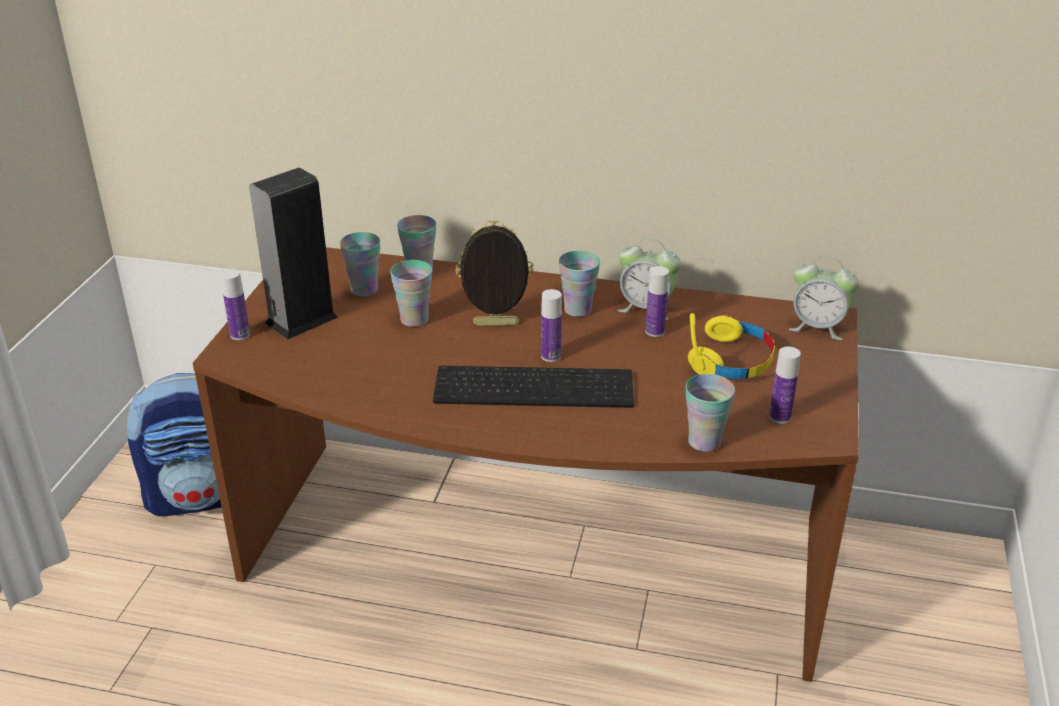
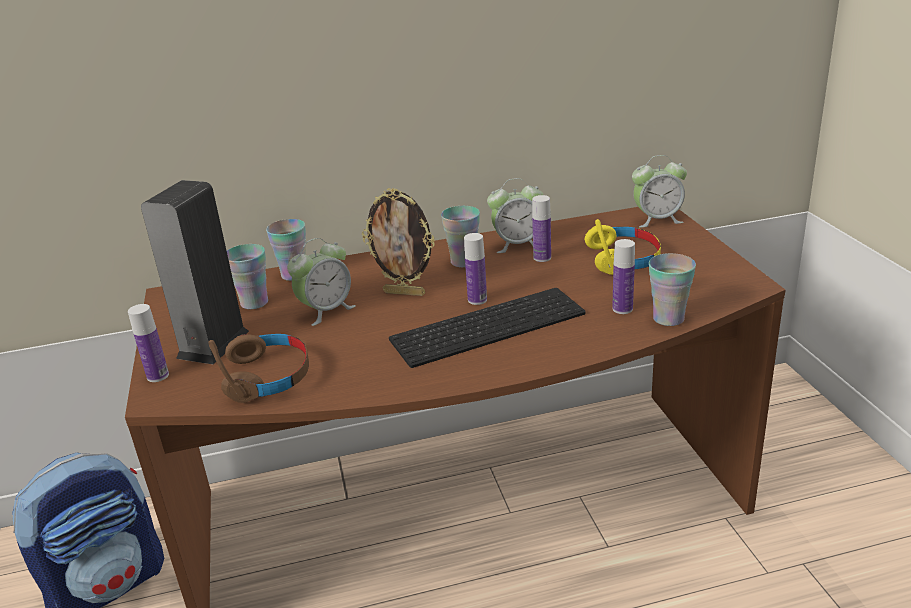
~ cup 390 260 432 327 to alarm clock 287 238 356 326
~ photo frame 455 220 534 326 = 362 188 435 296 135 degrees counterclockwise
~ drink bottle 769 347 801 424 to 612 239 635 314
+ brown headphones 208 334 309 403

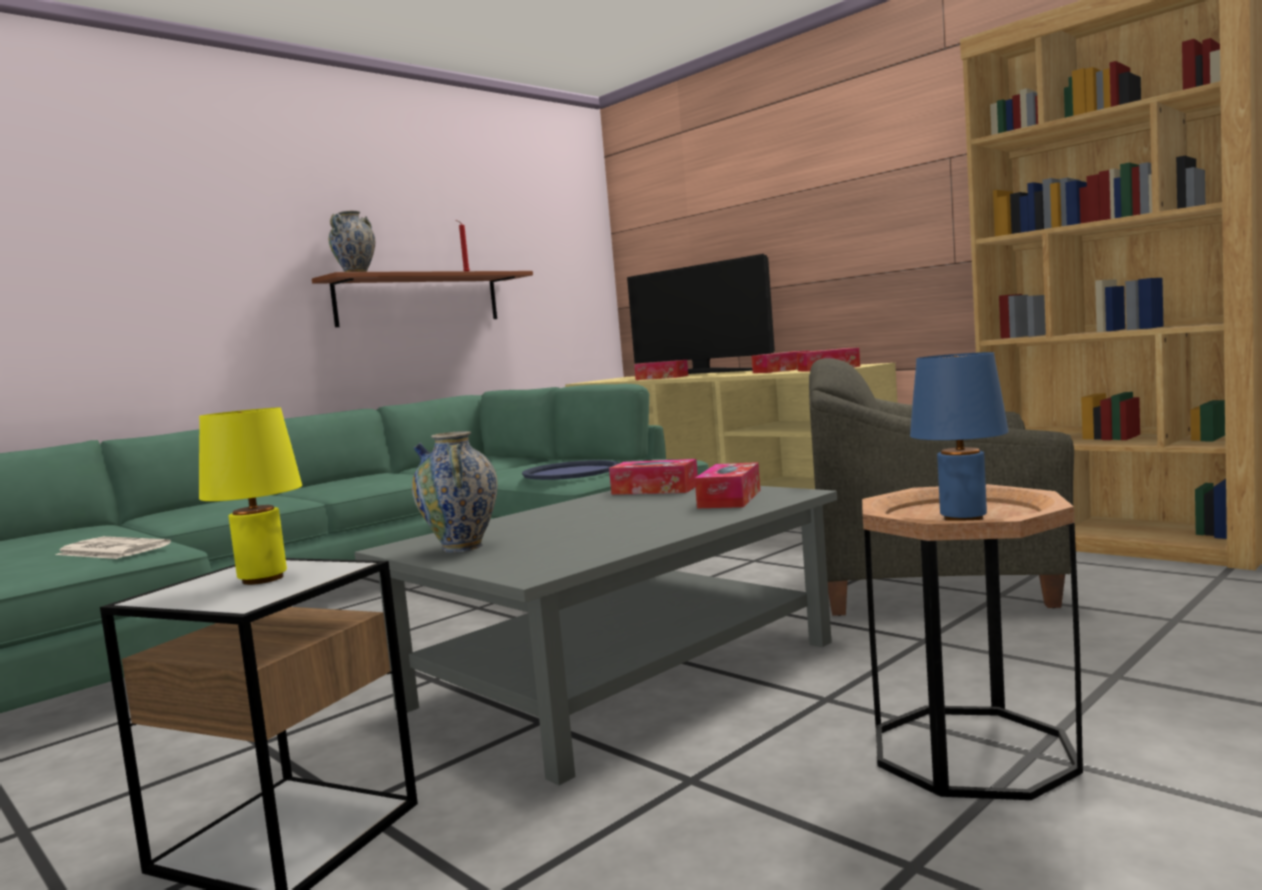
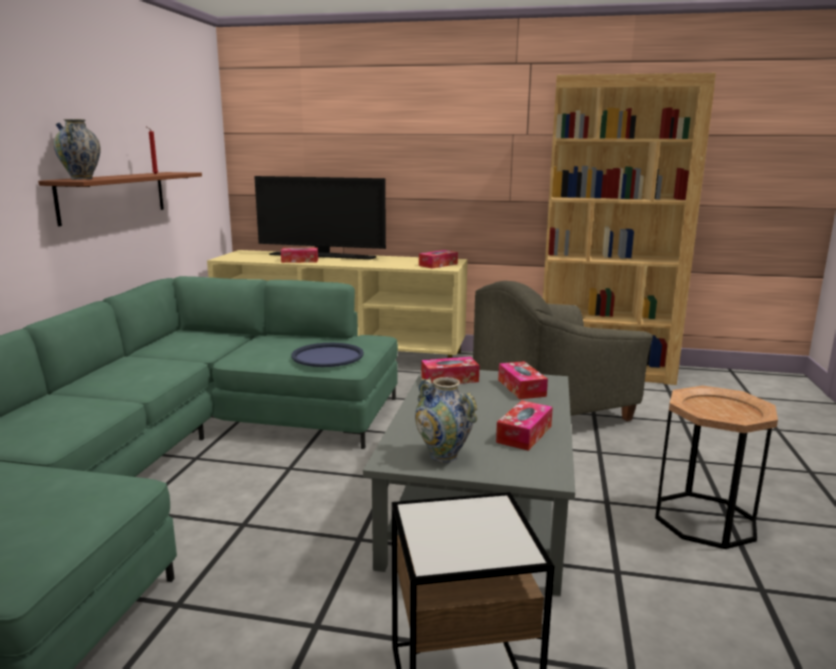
- newspaper 56 536 171 559
- yellowish table lamp 199 408 302 585
~ tissue box 752 350 810 373 to 496 400 553 451
- bluish table lamp 910 352 1009 521

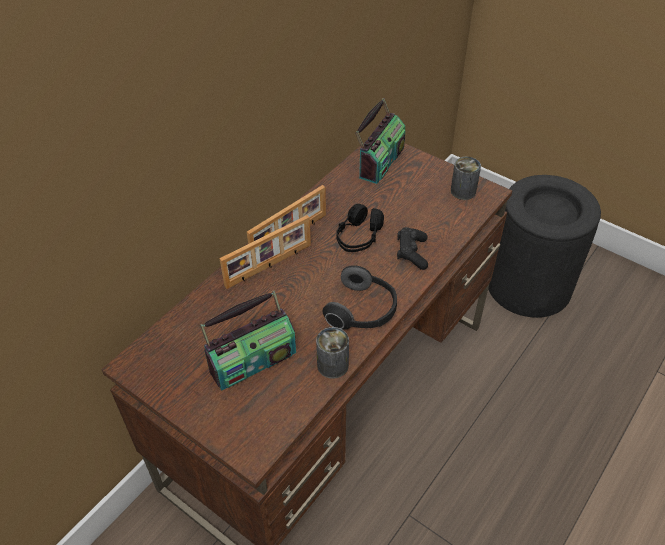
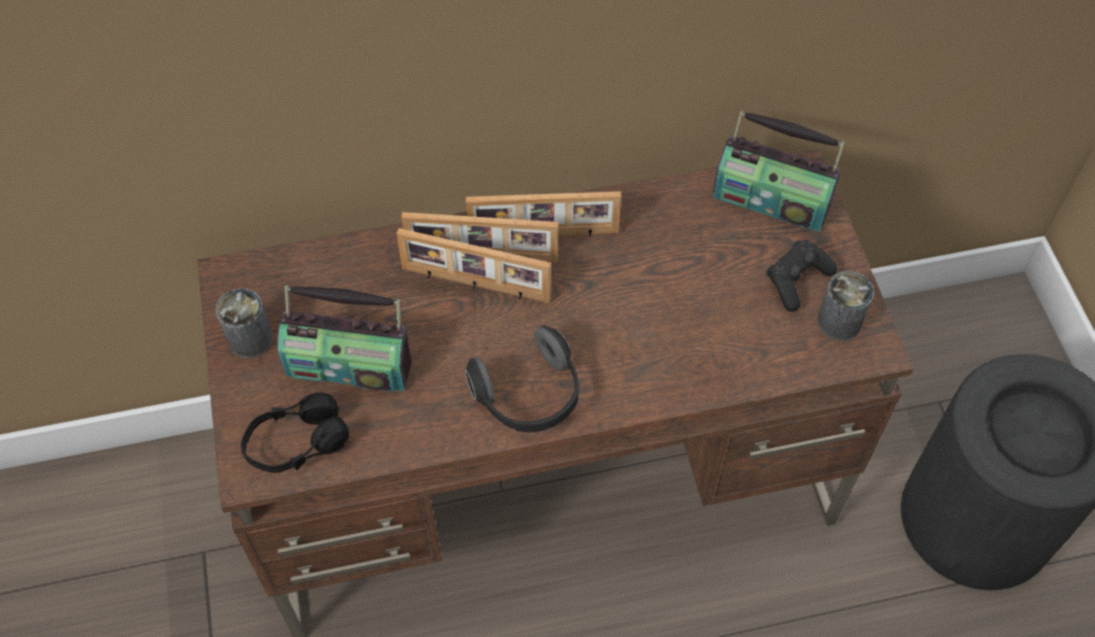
~ metal can 316 327 349 379 to 216 288 273 358
~ black-coloured headphones 337 204 384 252 to 241 392 349 473
~ radio receiver 355 98 405 184 = 713 110 845 231 45 degrees clockwise
~ black-coloured joypad 397 227 428 270 to 766 240 837 312
+ photo frame 396 228 551 303

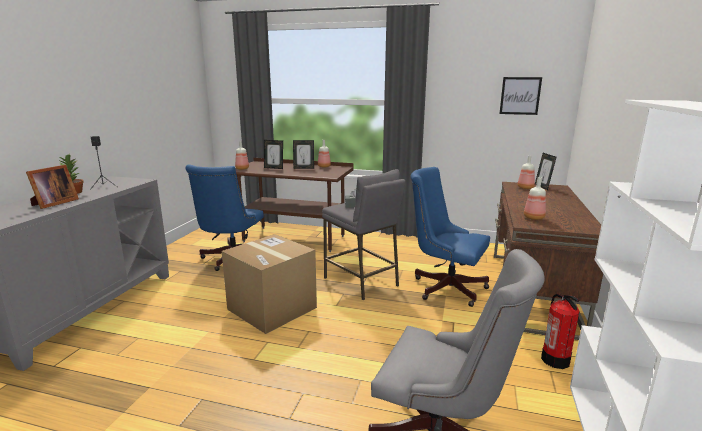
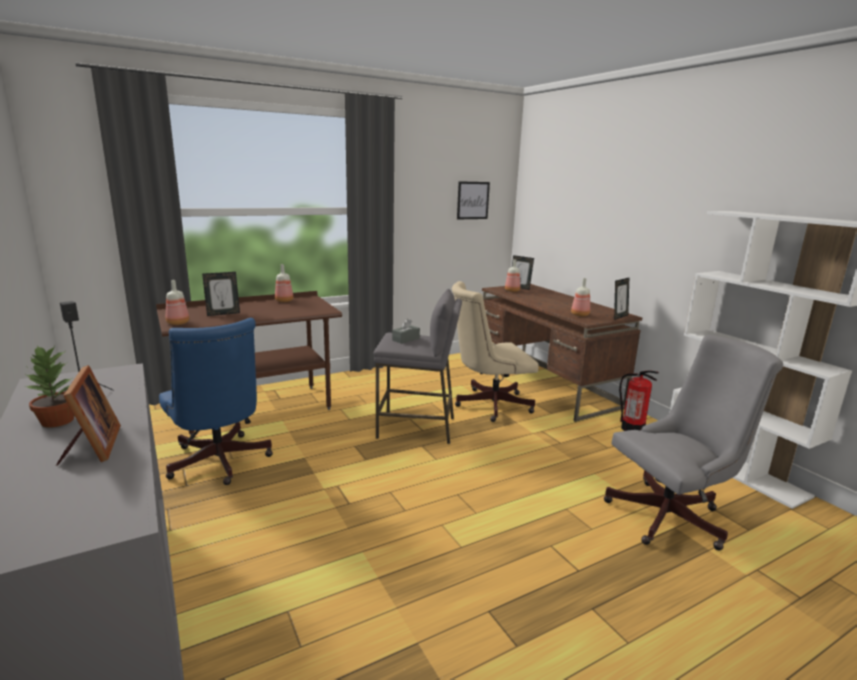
- packing box 222 234 317 334
~ photo frame 293 140 314 169 to 614 278 629 320
~ bluish office chair 410 167 490 307 to sand-coloured office chair 452 281 539 422

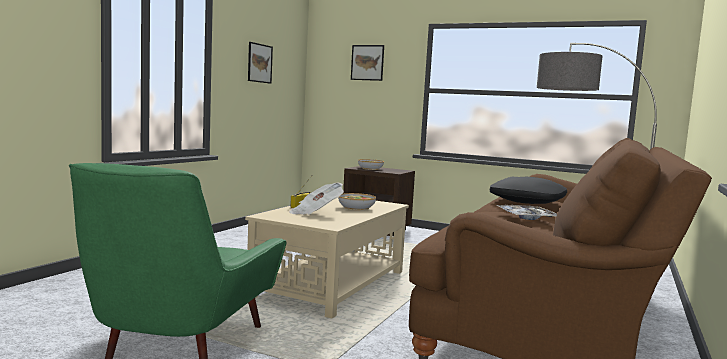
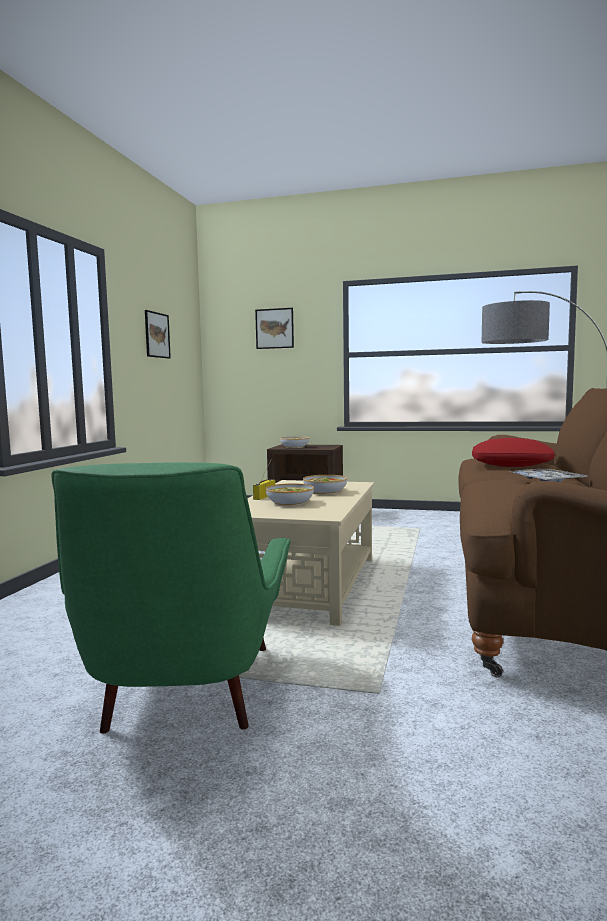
~ newspaper 289 183 344 215 to serving bowl 266 483 314 506
~ black-coloured throw pillow 490 177 567 204 to red throw pillow 472 438 555 467

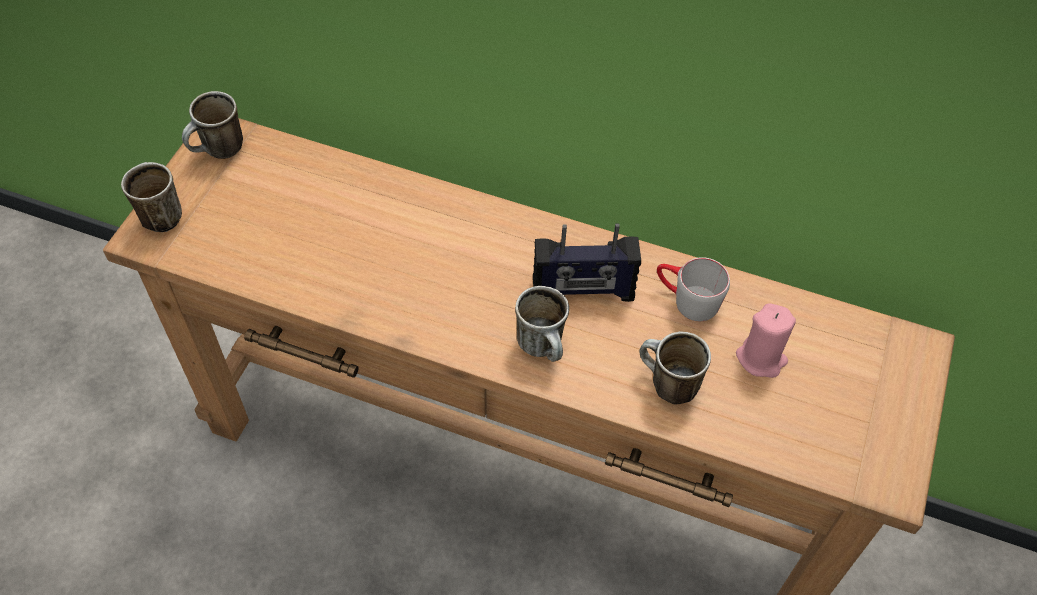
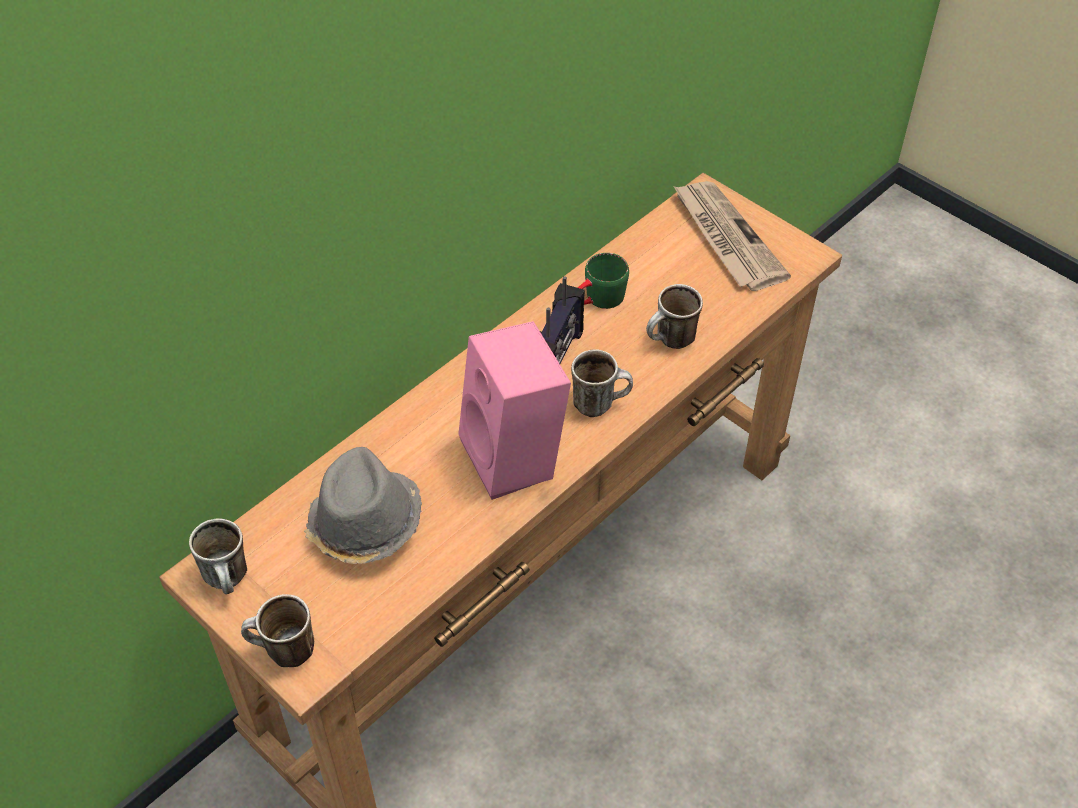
~ gray tea mug 657 257 730 321 to greenish tea mug 578 253 629 309
- pink wax light 736 303 796 378
+ gray wearable hat 304 447 422 564
+ pink loudspeaker 458 321 571 500
+ newspaper 673 181 791 291

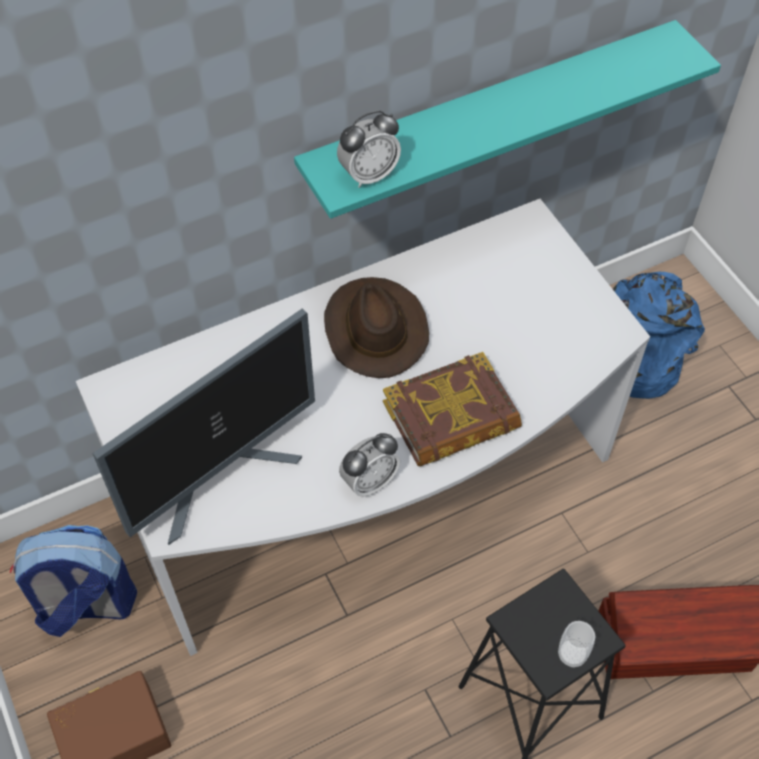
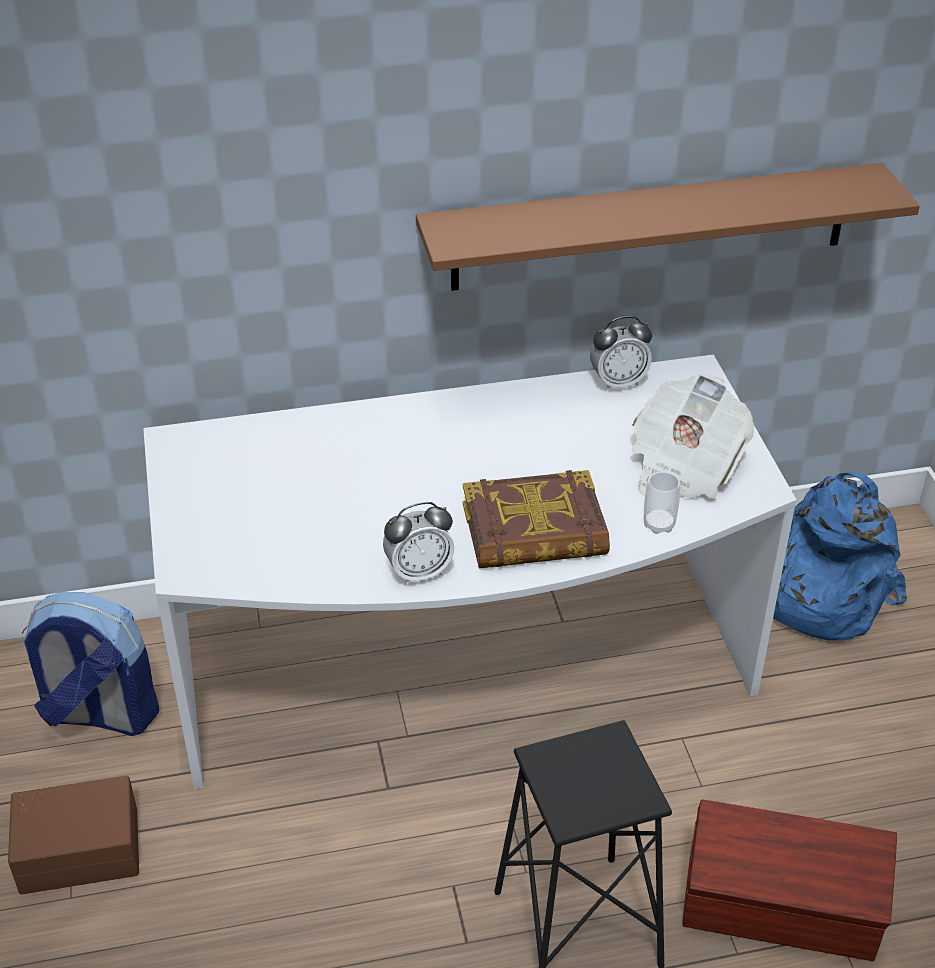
- monitor 93 309 315 545
~ turquoise-coloured bracket shelf 294 20 721 219 to brown bracket shelf 416 163 920 291
- brown wearable hat 324 277 429 378
~ alarm clock 337 111 401 188 to 590 316 652 391
~ cup 558 621 596 668 to 644 471 680 534
+ newspaper 632 374 754 499

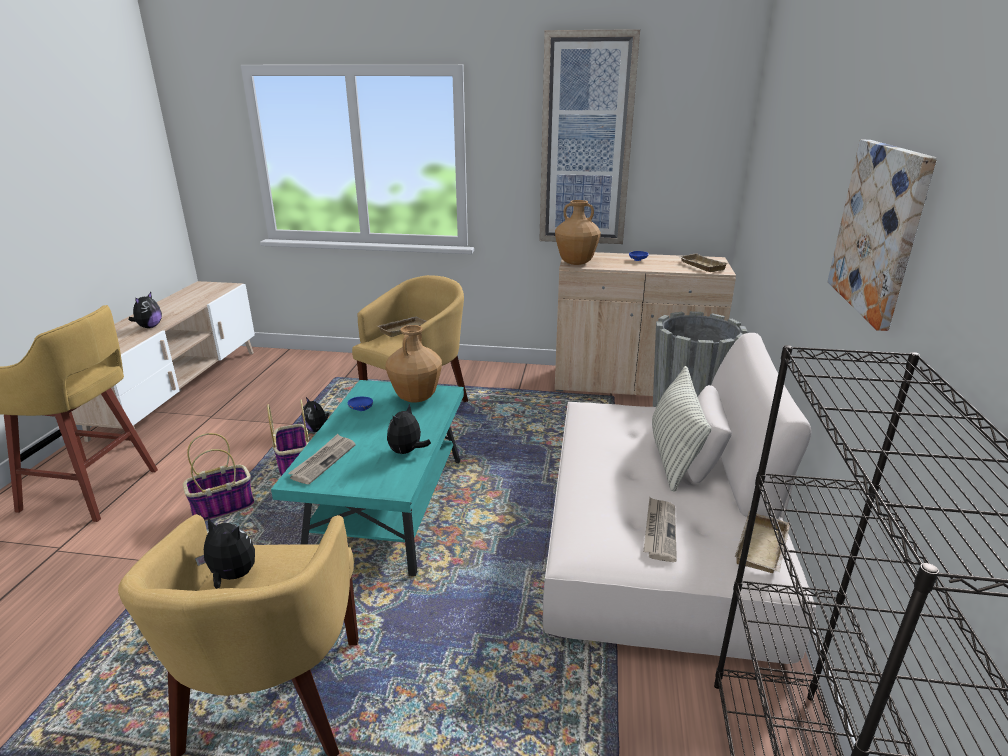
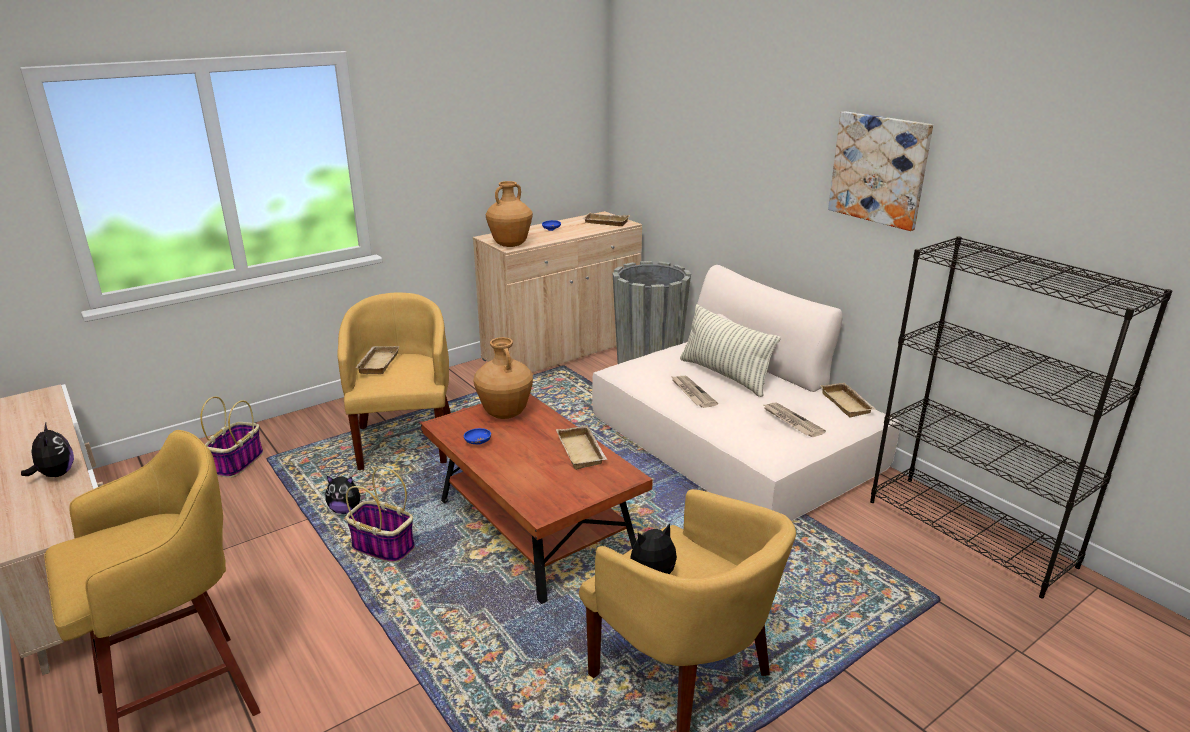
~ household basket 183 433 255 521 to 200 396 263 478
~ turquoise-coloured lounge table 271 380 464 576 to brown lounge table 421 394 653 604
~ newspaper 288 434 356 484 to 671 376 718 408
~ cuddly toy 387 404 431 454 to sand-coloured carrying tray 556 426 607 470
- wall art 539 29 640 244

